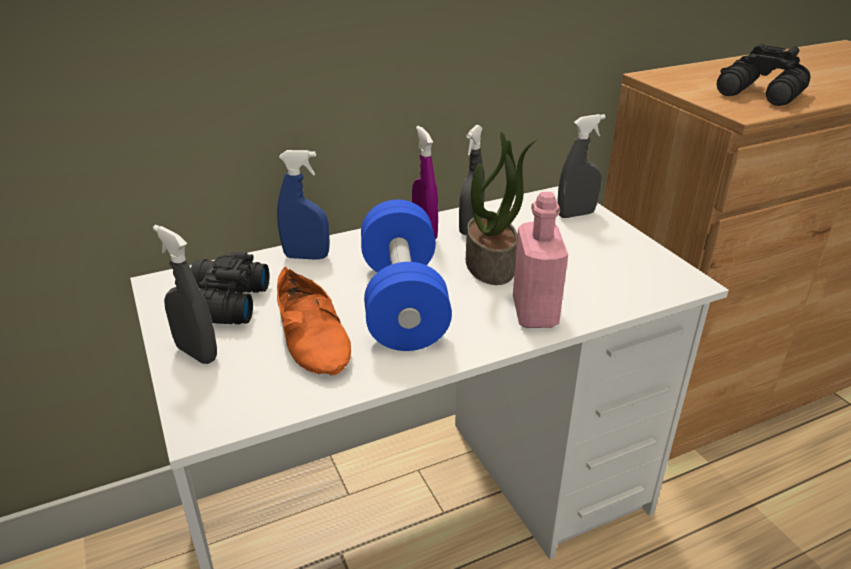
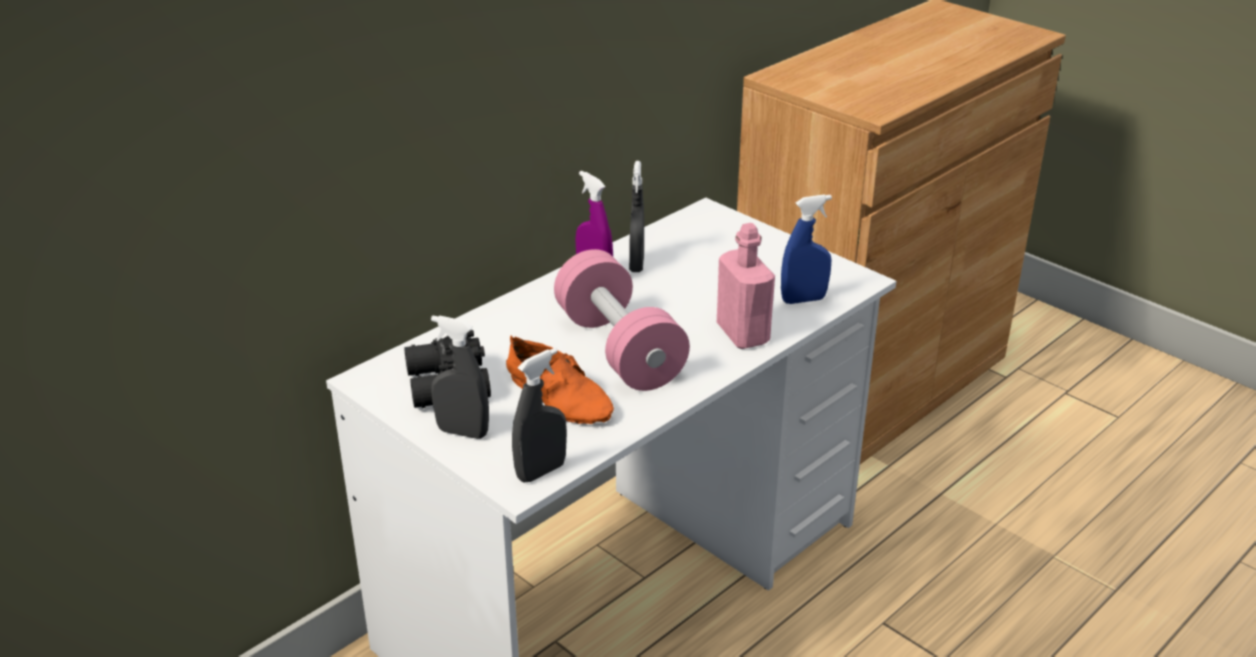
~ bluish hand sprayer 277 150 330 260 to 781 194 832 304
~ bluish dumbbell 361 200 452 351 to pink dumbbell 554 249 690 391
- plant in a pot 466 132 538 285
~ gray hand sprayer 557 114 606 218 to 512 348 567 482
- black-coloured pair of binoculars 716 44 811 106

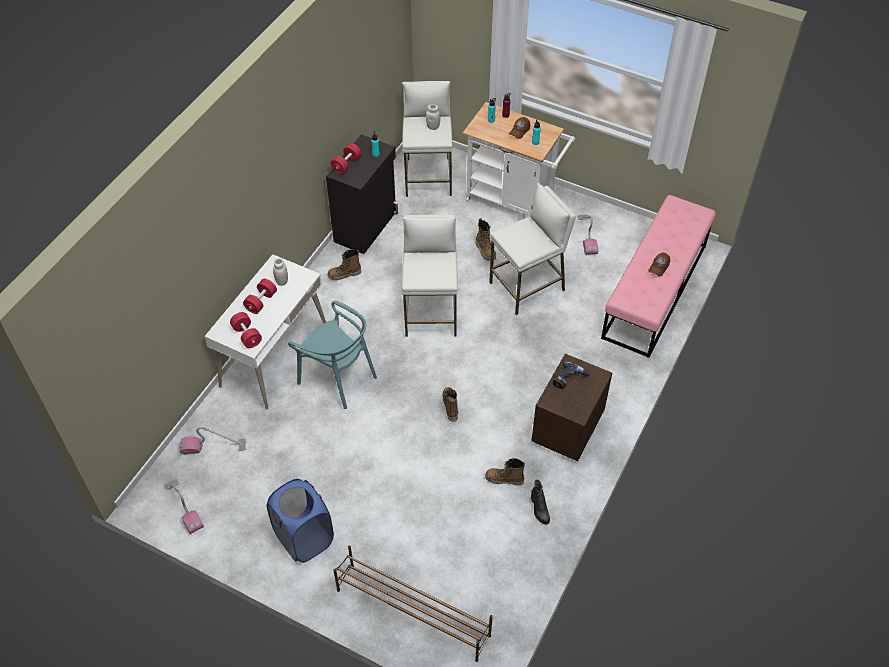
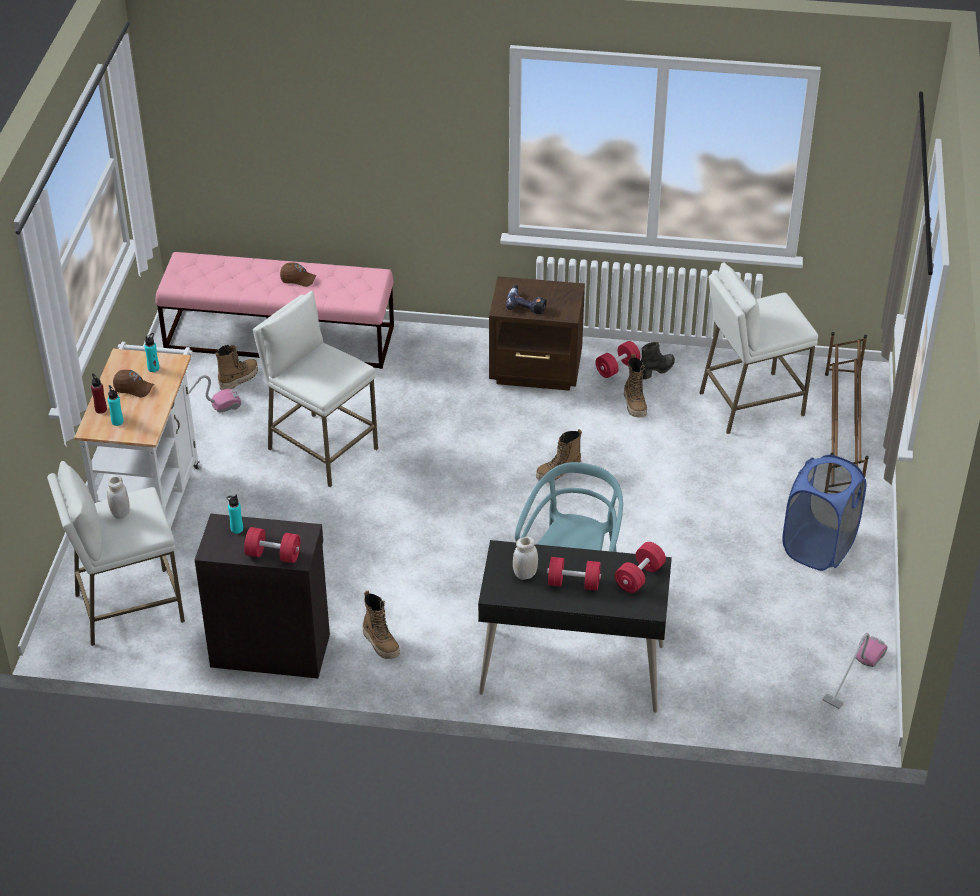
- vacuum 180 427 246 455
~ white desk 205 254 326 409 to black-coloured desk 478 540 672 713
~ white stool 402 215 458 337 to 699 263 818 434
~ tall boot 476 218 496 261 to 215 345 258 390
+ red dumbbell 596 341 641 378

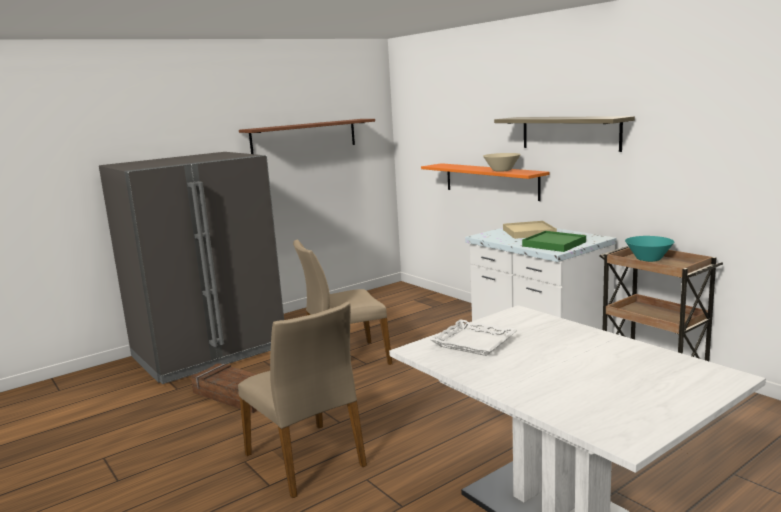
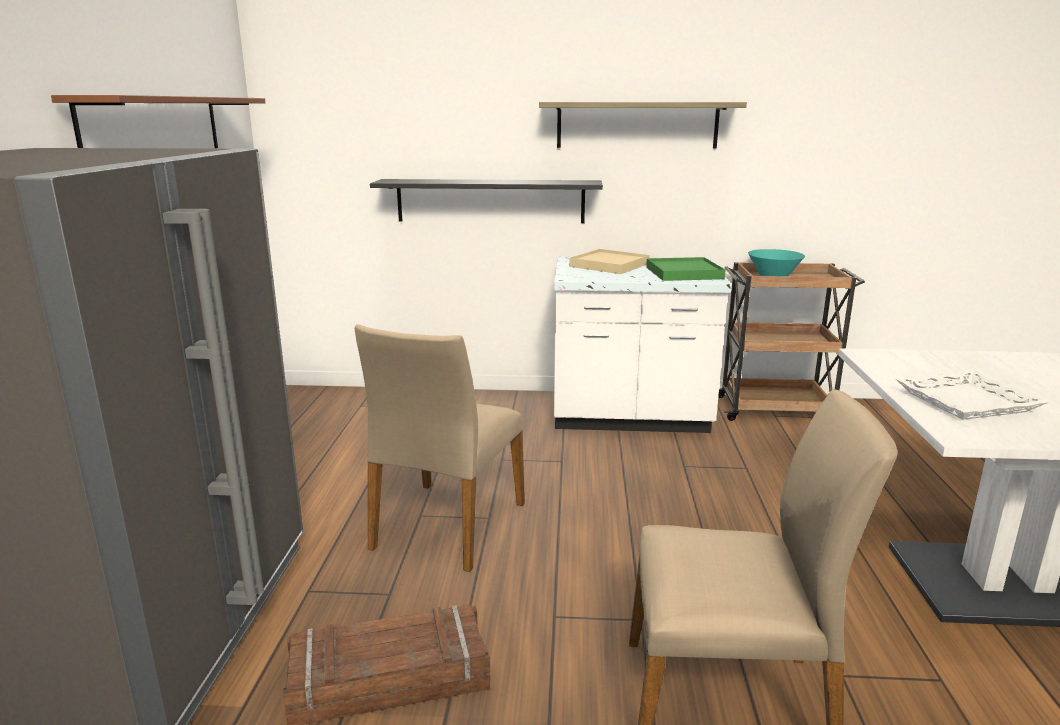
~ orange-coloured bracket shelf 421 163 550 201 to black-coloured bracket shelf 370 179 603 223
- sand-coloured serving bowl 483 153 521 172

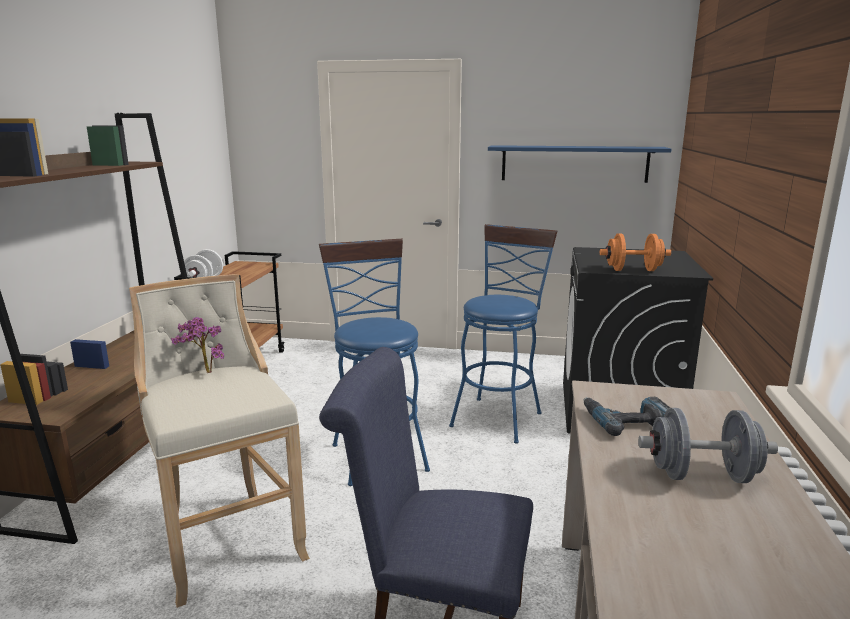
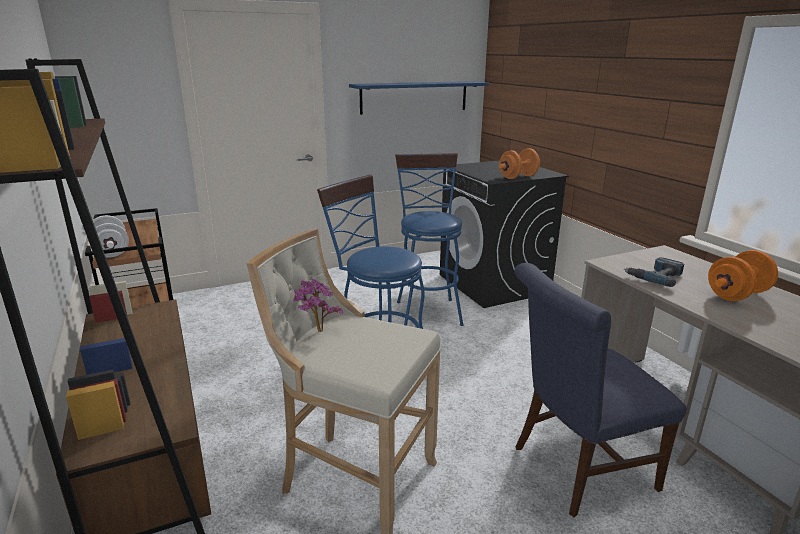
~ gray dumbbell 638 408 778 483 to orange-coloured dumbbell 708 250 778 301

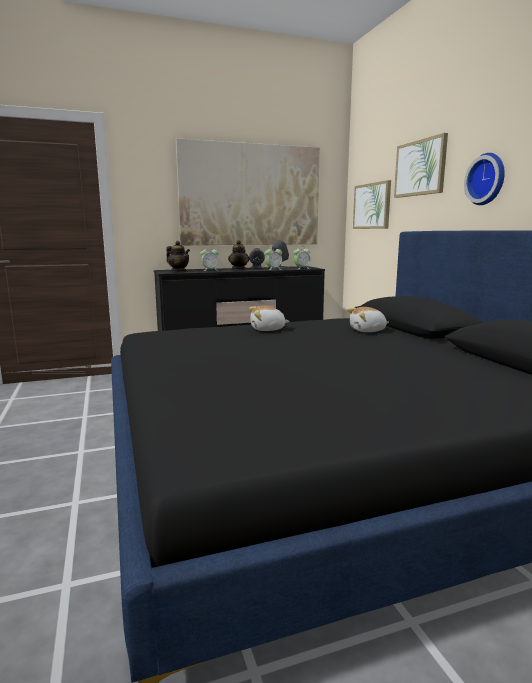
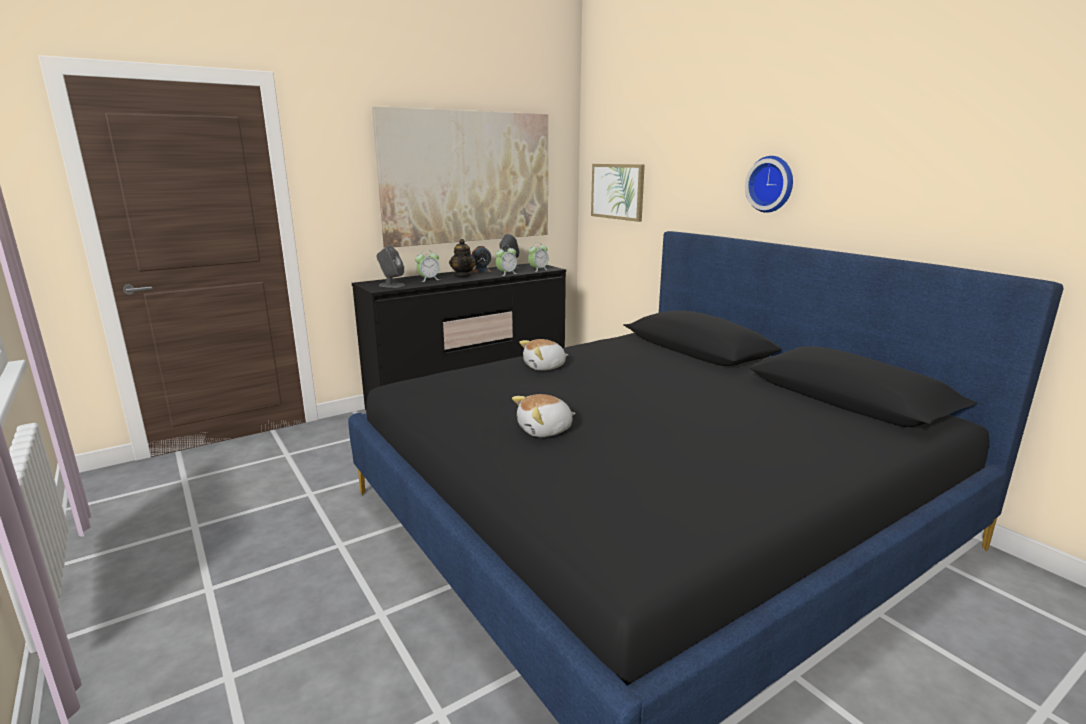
~ pot for tea 166 241 190 272 to gray loudspeaker 377 246 405 288
~ cuddly toy 347 307 389 332 to 512 394 576 437
- wall art 394 133 448 198

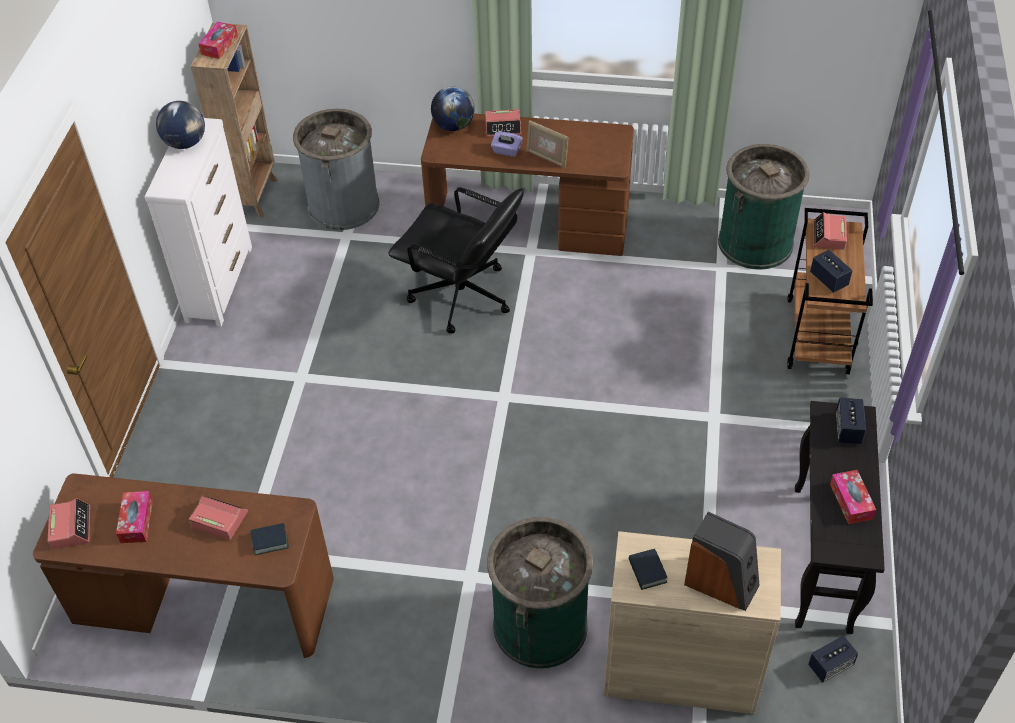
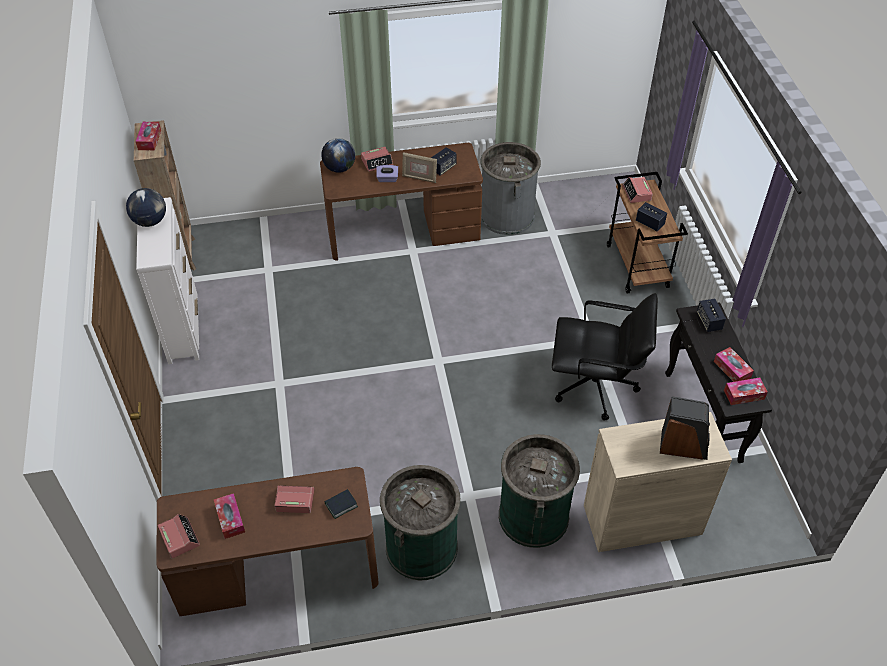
~ gray waste bin 293 109 379 230 to 480 142 541 235
~ black-coloured office chair 388 187 524 334 to 552 293 658 421
- book 628 549 667 590
~ greenish waste bin 718 144 810 270 to 380 465 461 580
~ loudspeaker 808 636 858 682 to 431 147 457 176
+ tissue box 724 377 768 405

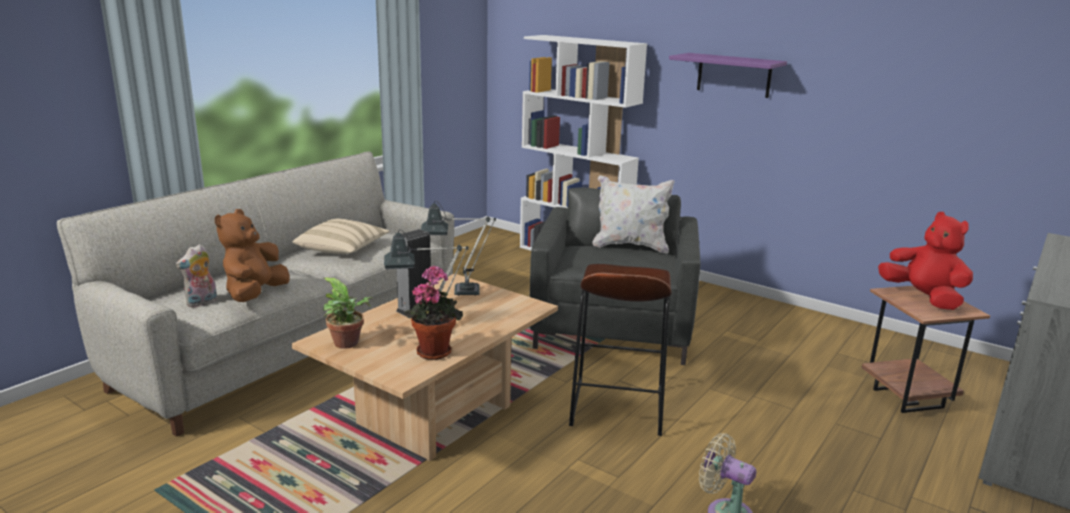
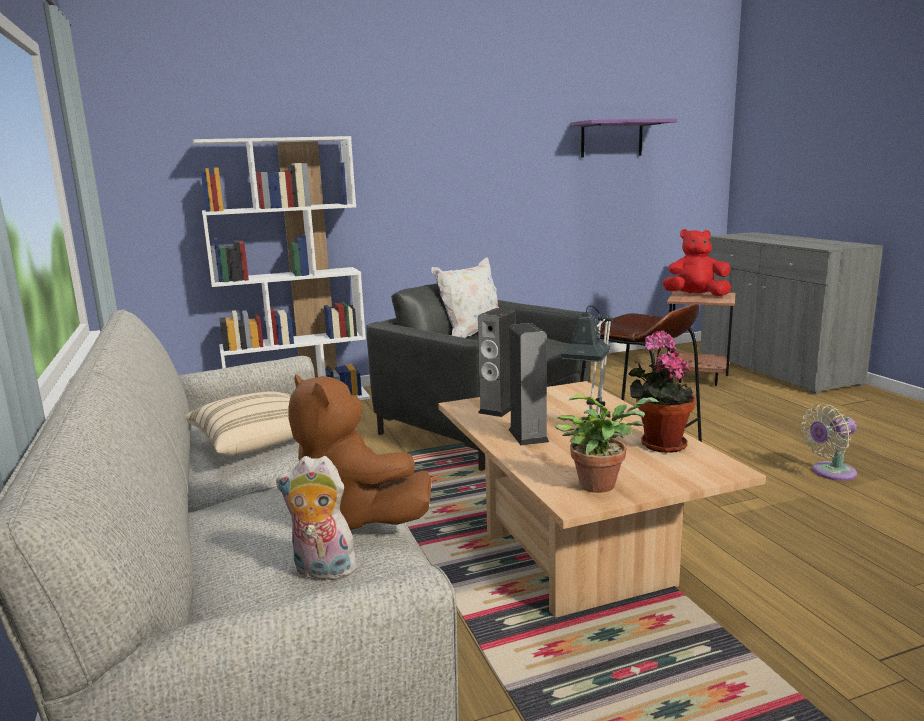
~ cuddly toy 176 244 217 307 = 276 456 360 584 120 degrees clockwise
~ table lamp 421 201 496 296 to loudspeaker 478 308 515 417
~ purple-coloured bracket shelf 669 53 787 98 to 570 118 677 158

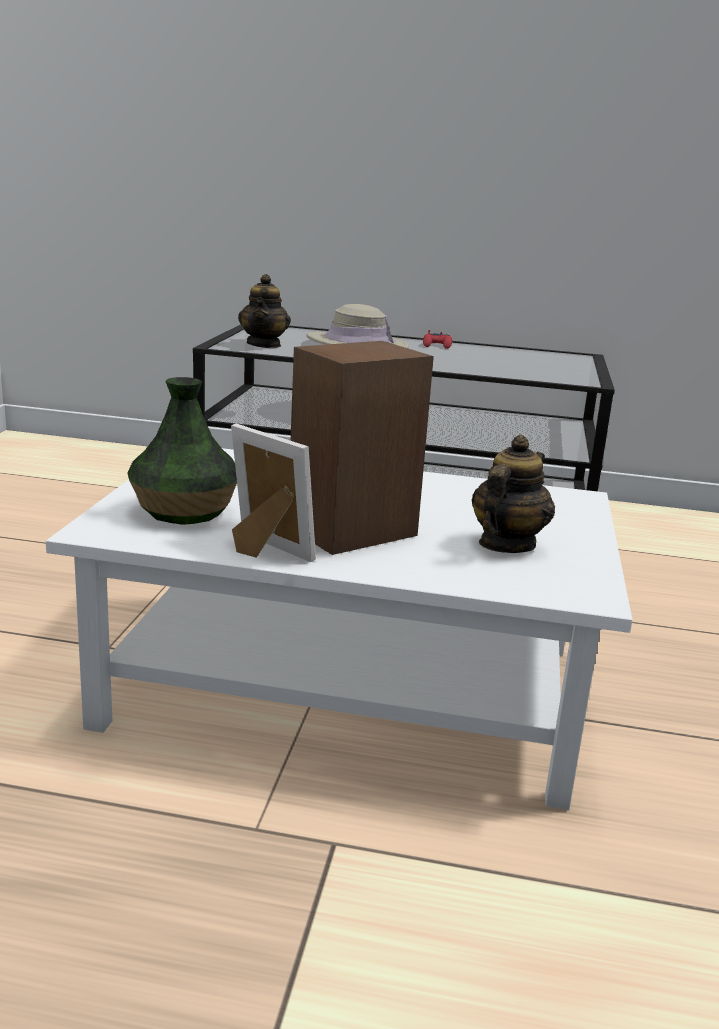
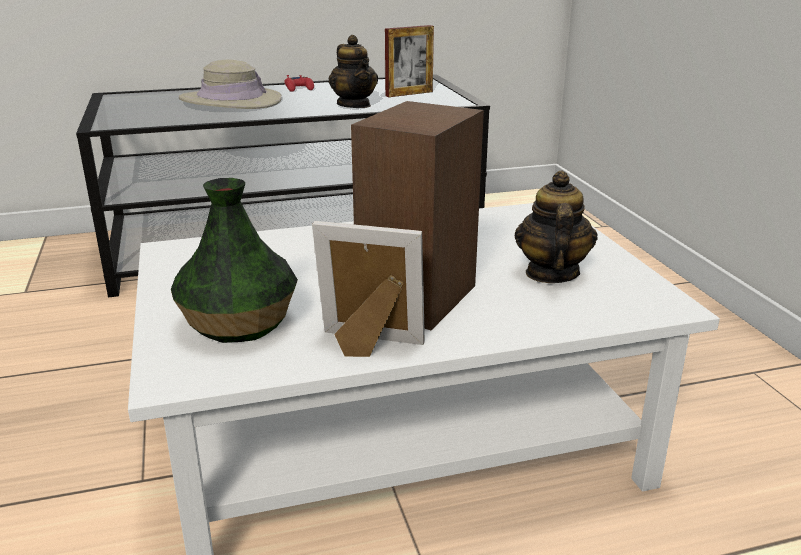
~ pot for tea 238 274 291 348 to 329 35 378 108
+ photo frame 385 25 434 97

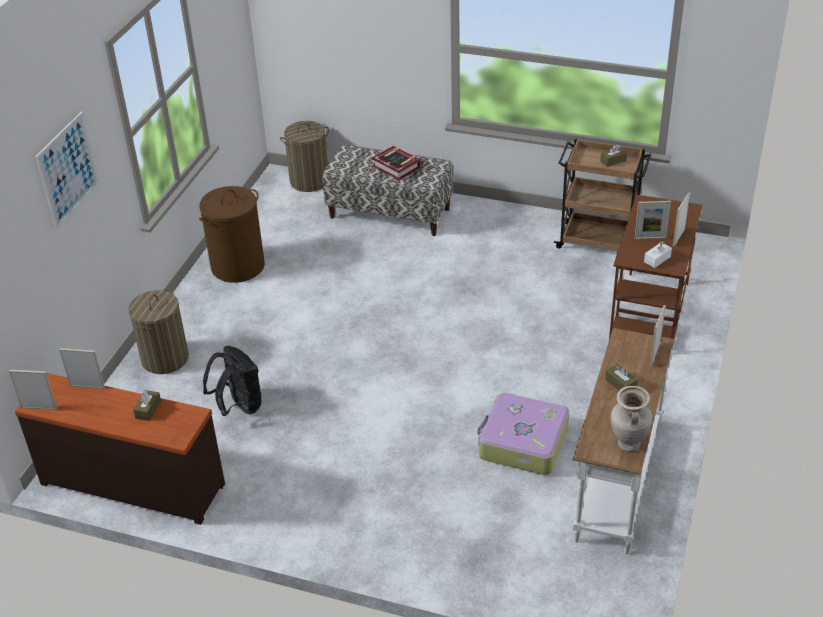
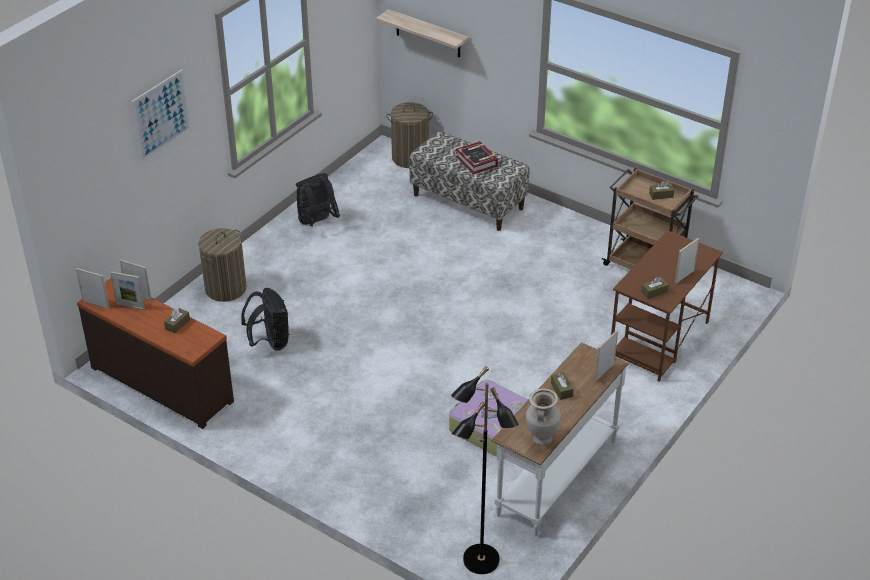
~ brown washing basket 199 186 265 283 to black-coloured knapsack 296 173 340 226
~ photo frame 635 201 671 239 to 110 271 145 310
~ white tissue box 644 241 672 268 to brown tissue box 641 277 669 299
+ bracket shelf 376 9 469 58
+ black-coloured floor lamp 451 366 519 574

